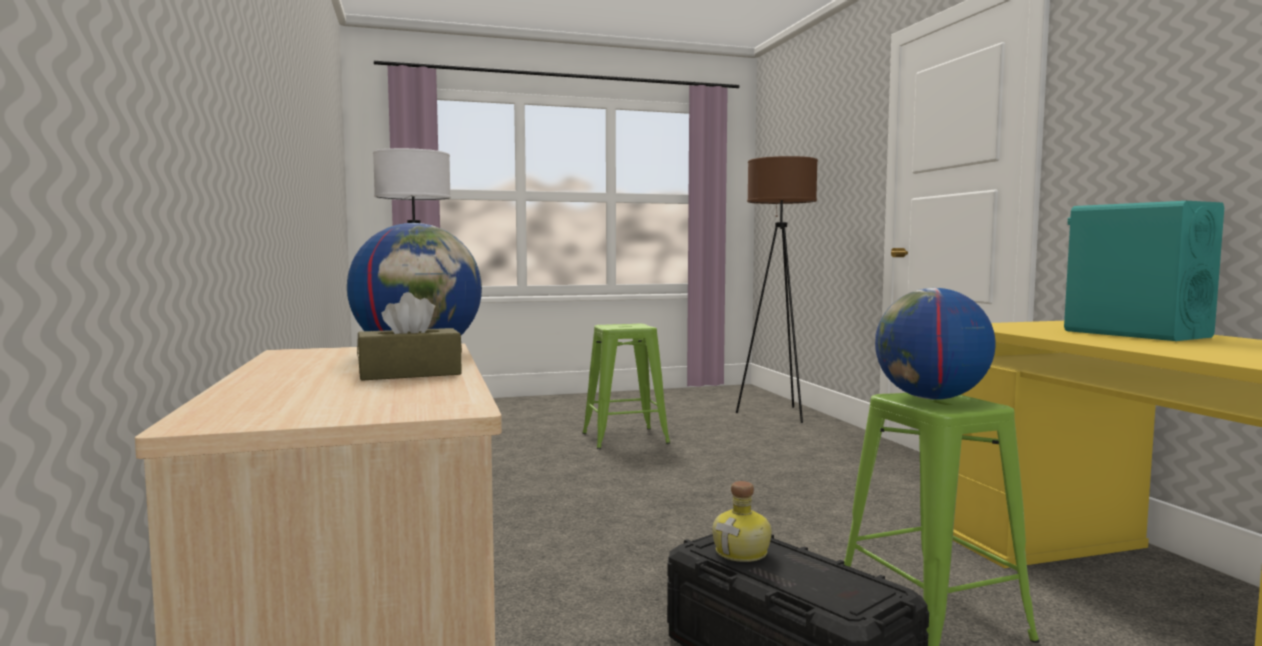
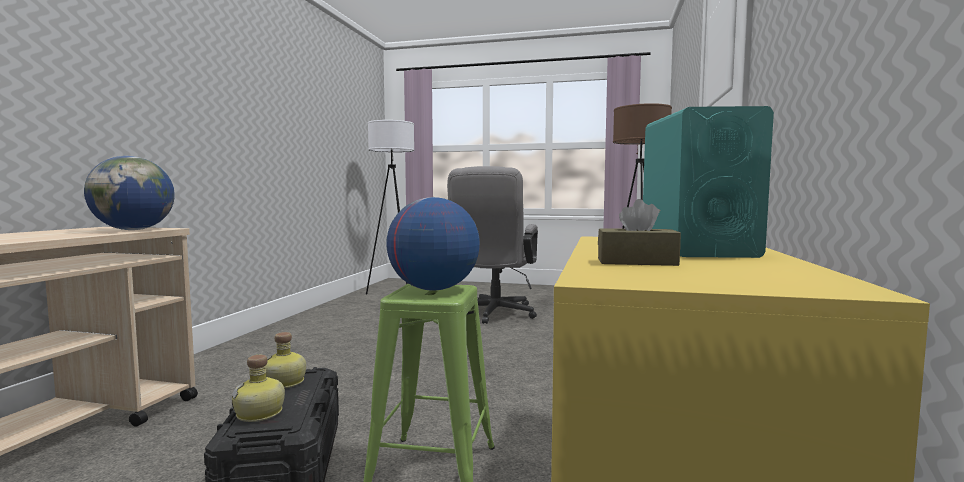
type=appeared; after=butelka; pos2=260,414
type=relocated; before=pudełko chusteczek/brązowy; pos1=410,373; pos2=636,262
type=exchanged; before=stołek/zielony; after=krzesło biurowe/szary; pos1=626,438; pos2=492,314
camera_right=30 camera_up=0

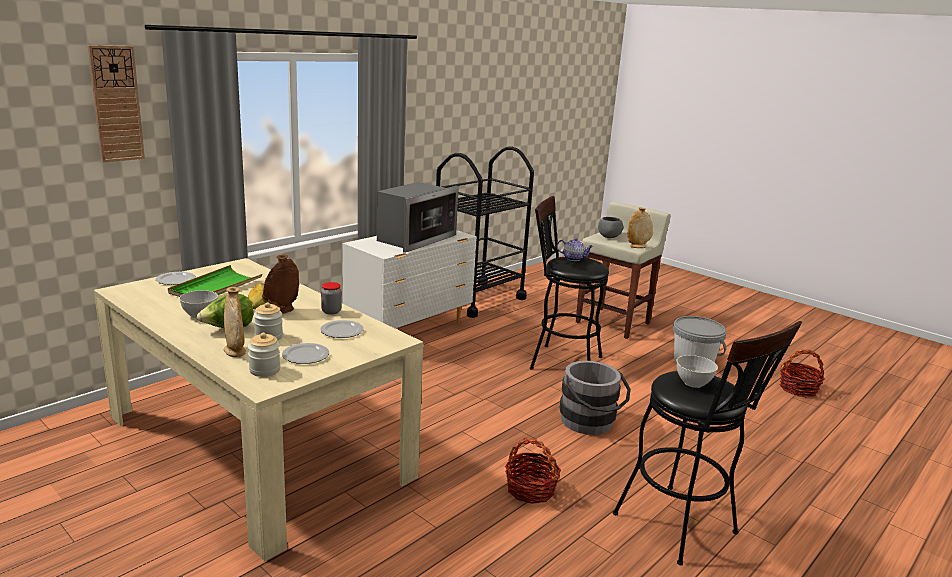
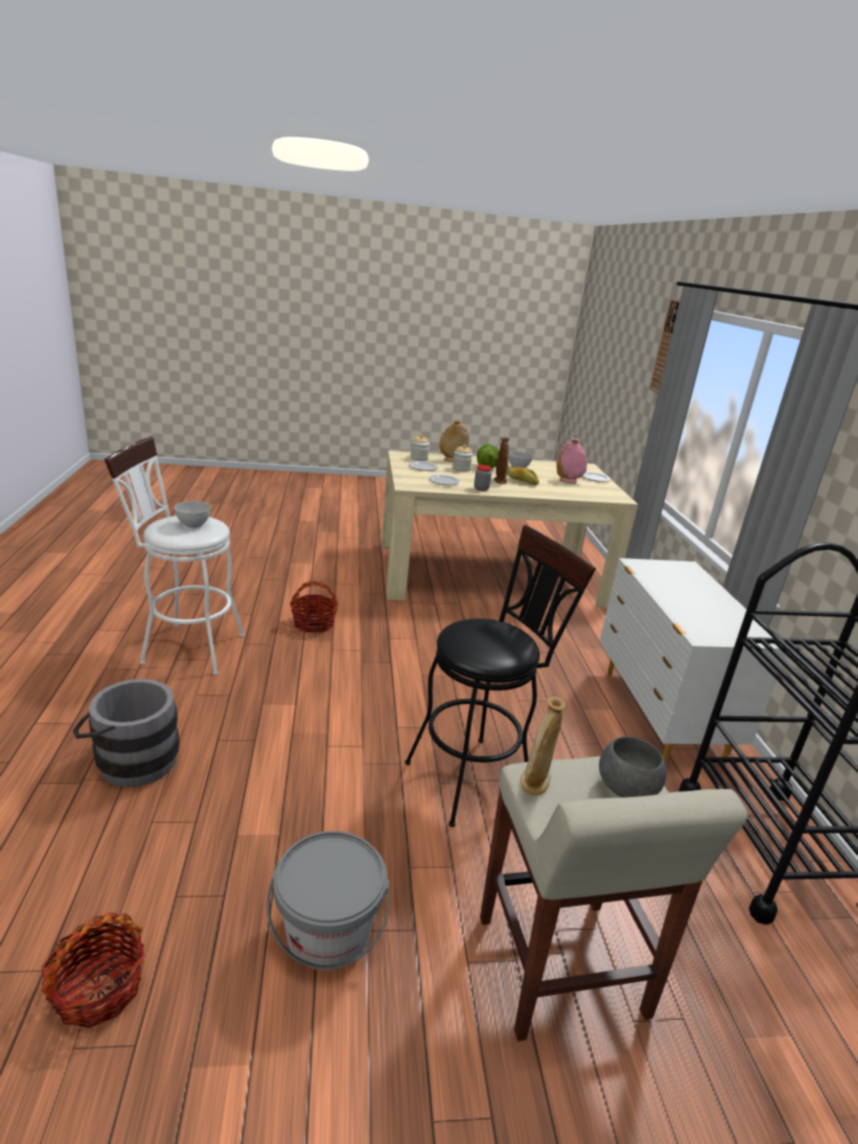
type=missing; before=mikrofalówka; pos1=414,239
type=missing; before=imbryk; pos1=573,258
type=relocated; before=wiadro/szary; pos1=590,423; pos2=131,760
type=exchanged; before=taca/zielony; after=wazon/różowy; pos1=215,287; pos2=568,481
type=colour; before=stołek/czarny; after=stołek/biały; pos1=683,529; pos2=185,647
camera_right=130 camera_up=5

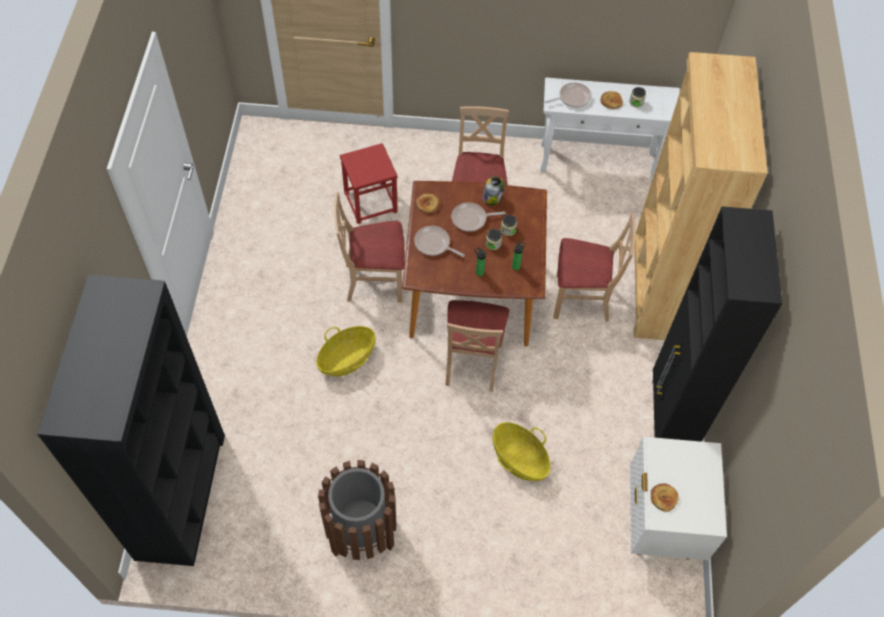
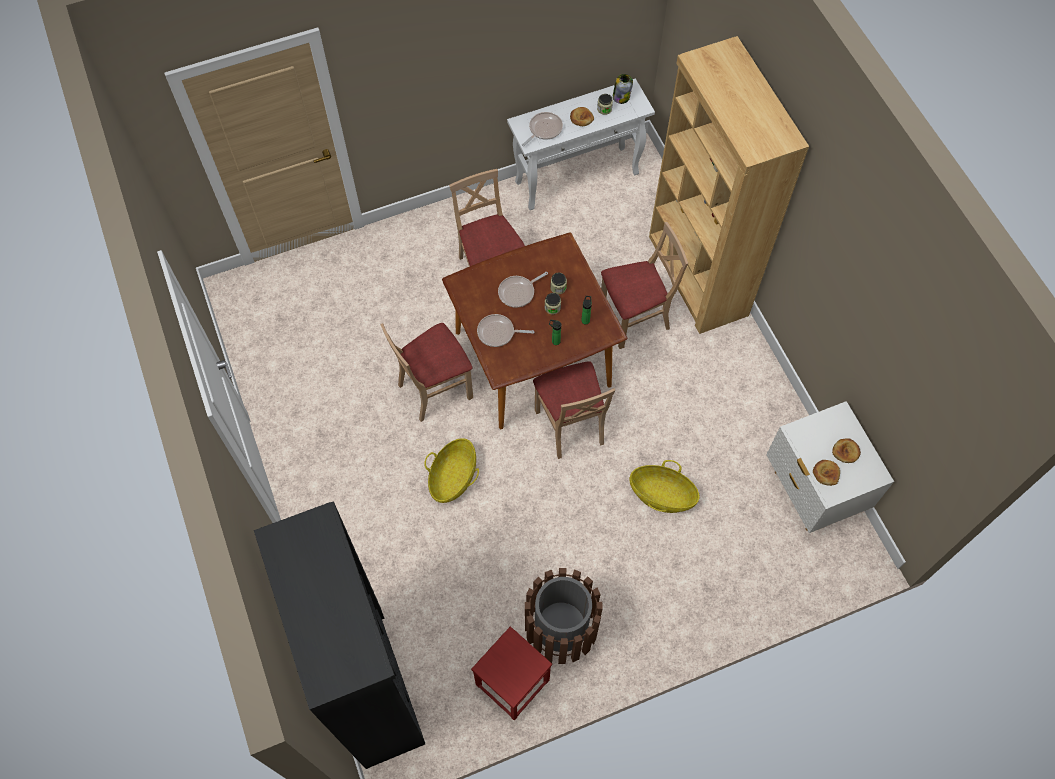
type=missing; before=szafka/czarny; pos1=669,419
type=relocated; before=stołek/czerwony; pos1=370,202; pos2=512,682
type=relocated; before=chleb; pos1=428,204; pos2=846,451
type=relocated; before=słoik; pos1=492,198; pos2=621,96
camera_right=-25 camera_up=5

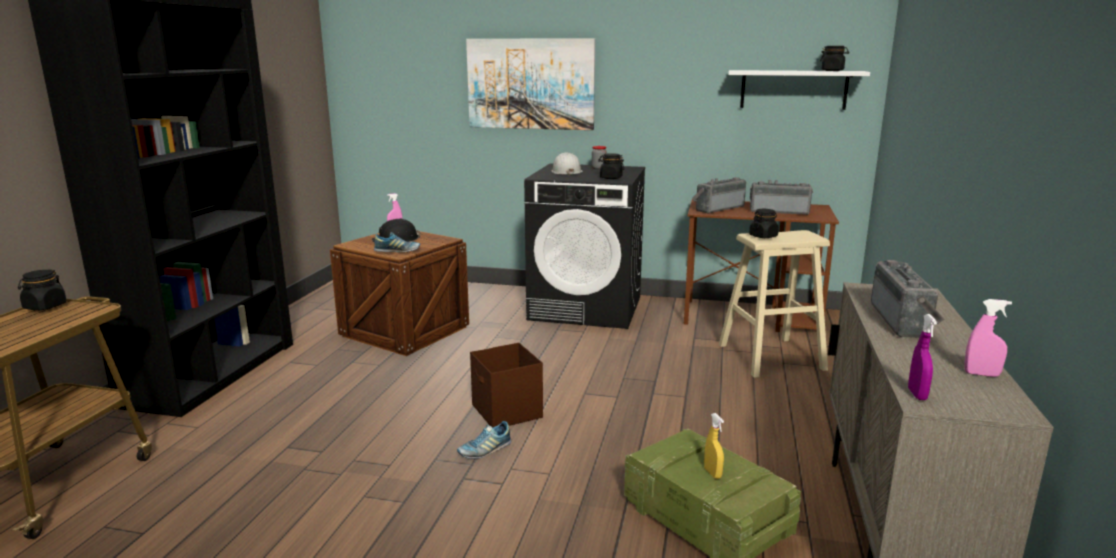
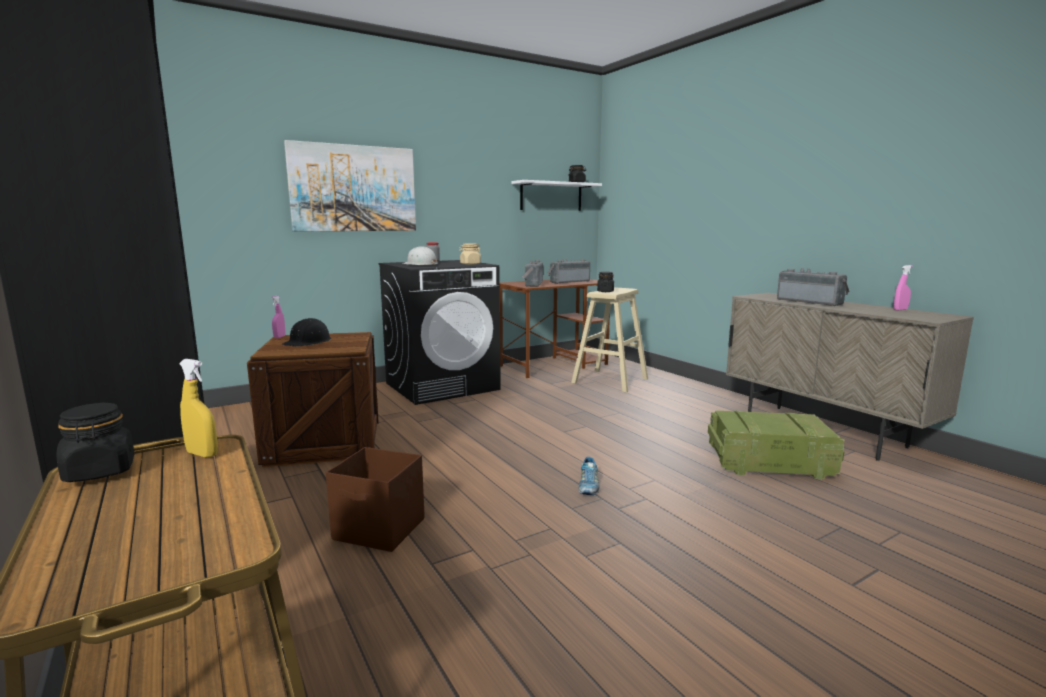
type=missing; before=but; pos1=397,251
type=missing; before=spryskiwacz/fioletowy; pos1=917,394
type=relocated; before=pojemnik do przechowywania/brązowy; pos1=506,412; pos2=380,530
type=relocated; before=spryskiwacz/żółty; pos1=712,473; pos2=202,454
type=colour; before=słoik/czarny; after=słoik/beżowy; pos1=611,178; pos2=470,264
camera_right=-45 camera_up=-5

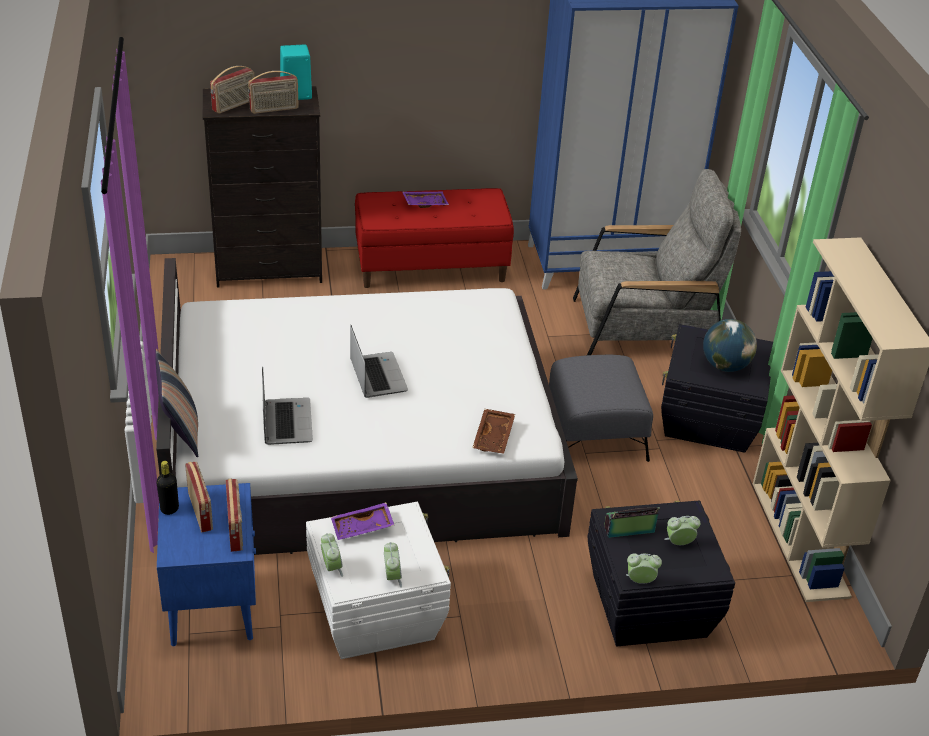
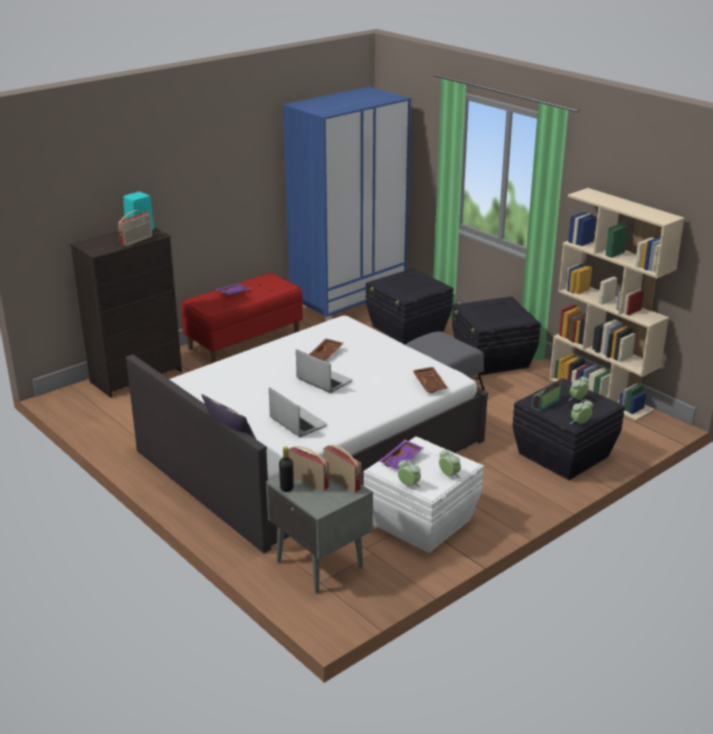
type=missing; before=radio; pos1=234,105
type=missing; before=globus; pos1=725,366
type=appeared; after=taca/brązowy; pos2=326,355
type=exchanged; before=fotel/szary; after=pojemnik do przechowywania/czarny; pos1=645,328; pos2=408,329
type=colour; before=szafka nocna/niebieski; after=szafka nocna/szary; pos1=213,608; pos2=319,563
camera_right=-30 camera_up=-10

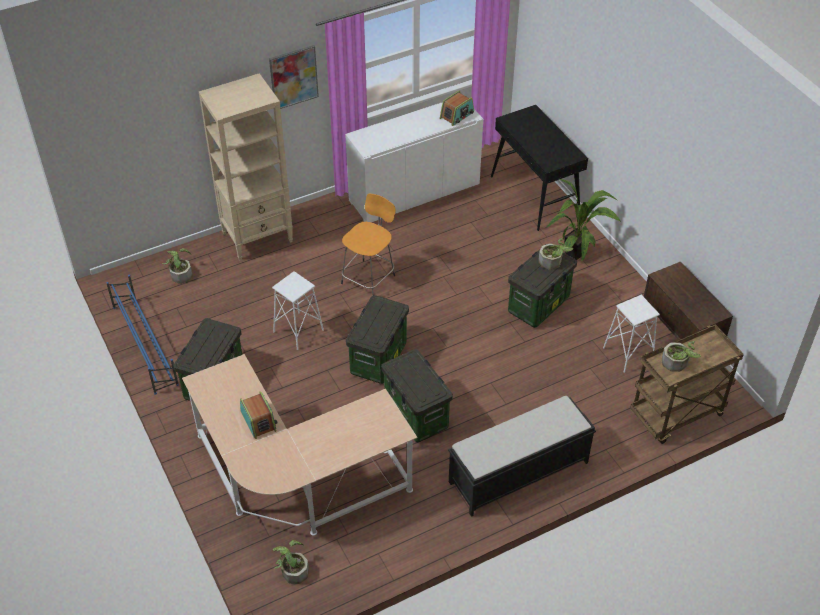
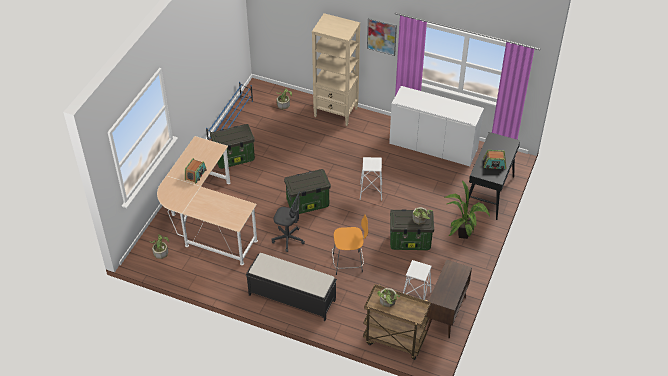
type=relocated; before=stołek/biały; pos1=298,331; pos2=371,192
type=relocated; before=stołek/pomarańczowy; pos1=369,278; pos2=349,263
type=relocated; before=radio; pos1=457,115; pos2=494,164
type=exchanged; before=pojemnik do przechowywania; after=krzesło biurowe/szary; pos1=417,415; pos2=288,239
camera_right=50 camera_up=0

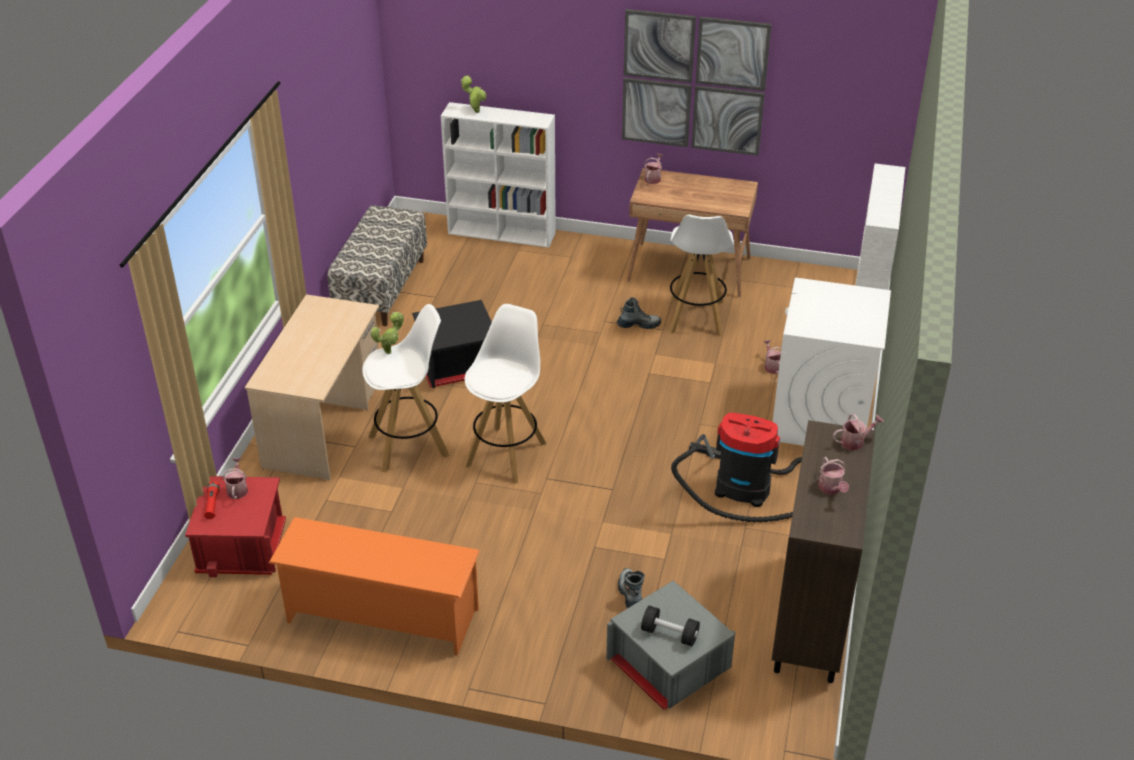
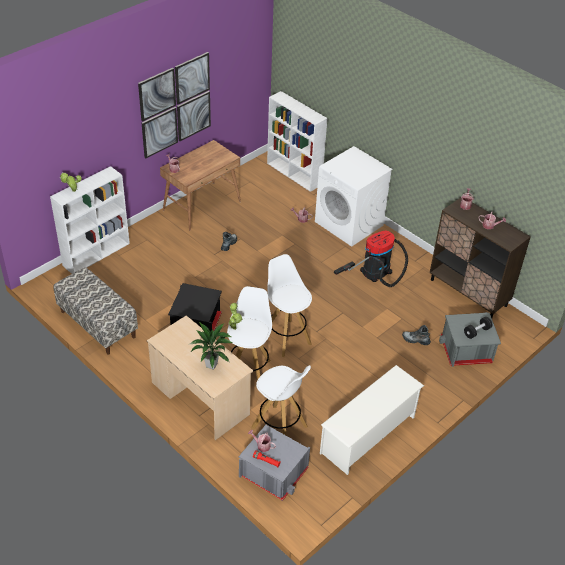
type=appeared; after=roślina doniczkowa; pos2=212,366
type=relocated; before=stołek/biały; pos1=696,317; pos2=280,427
type=colour; before=pojemnik do przechowywania/czerwony; after=pojemnik do przechowywania/szary; pos1=243,545; pos2=273,472
type=colour; before=regał na buty/pomarańczowy; after=regał na buty/biały; pos1=381,616; pos2=368,435
camera_right=-60 camera_up=5

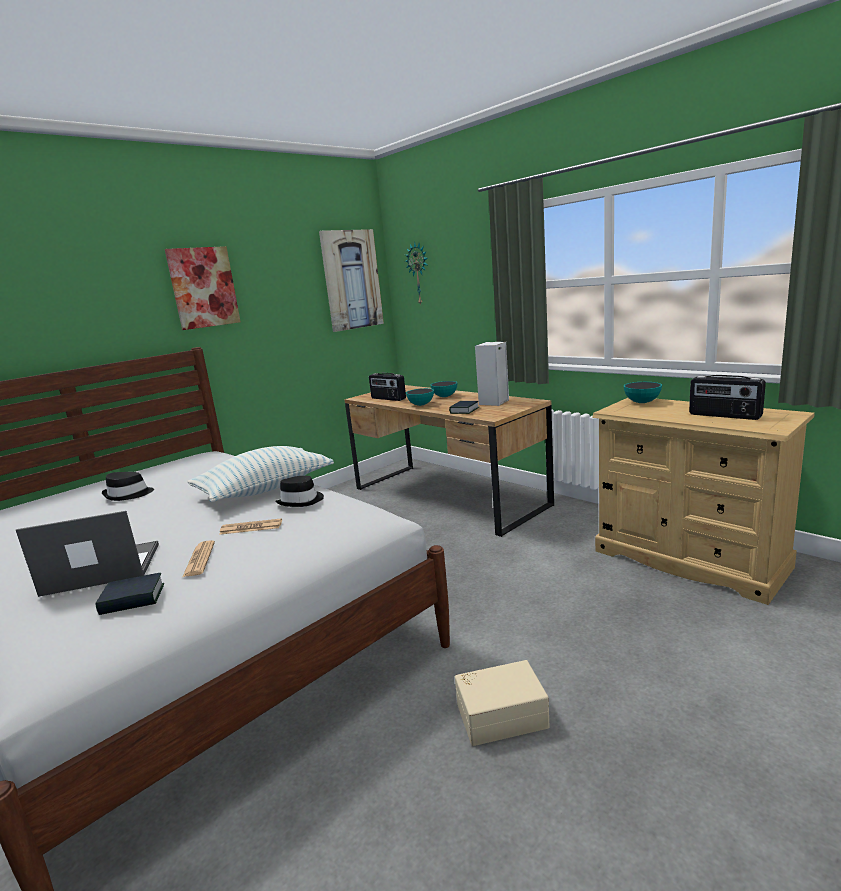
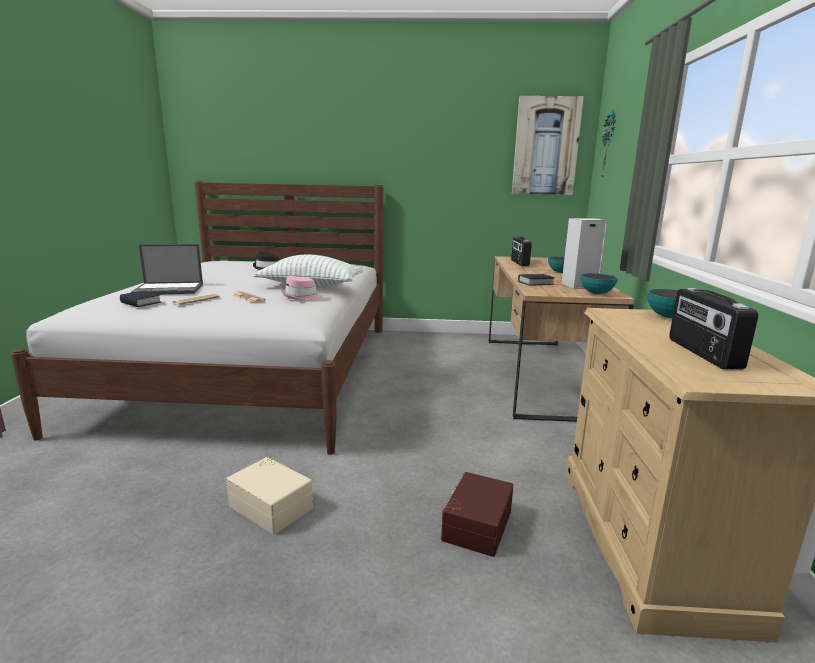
type=missing; before=obraz; pos1=203,287
type=appeared; after=pojemnik do przechowywania/brązowy; pos2=475,525
type=relocated; before=miska; pos1=421,405; pos2=596,293
type=colour; before=kapelusz/czarny; after=kapelusz/różowy; pos1=301,501; pos2=301,297
type=spun; before=laptop; pos1=101,569; pos2=170,289; turn=135
camera_right=45 camera_up=0

